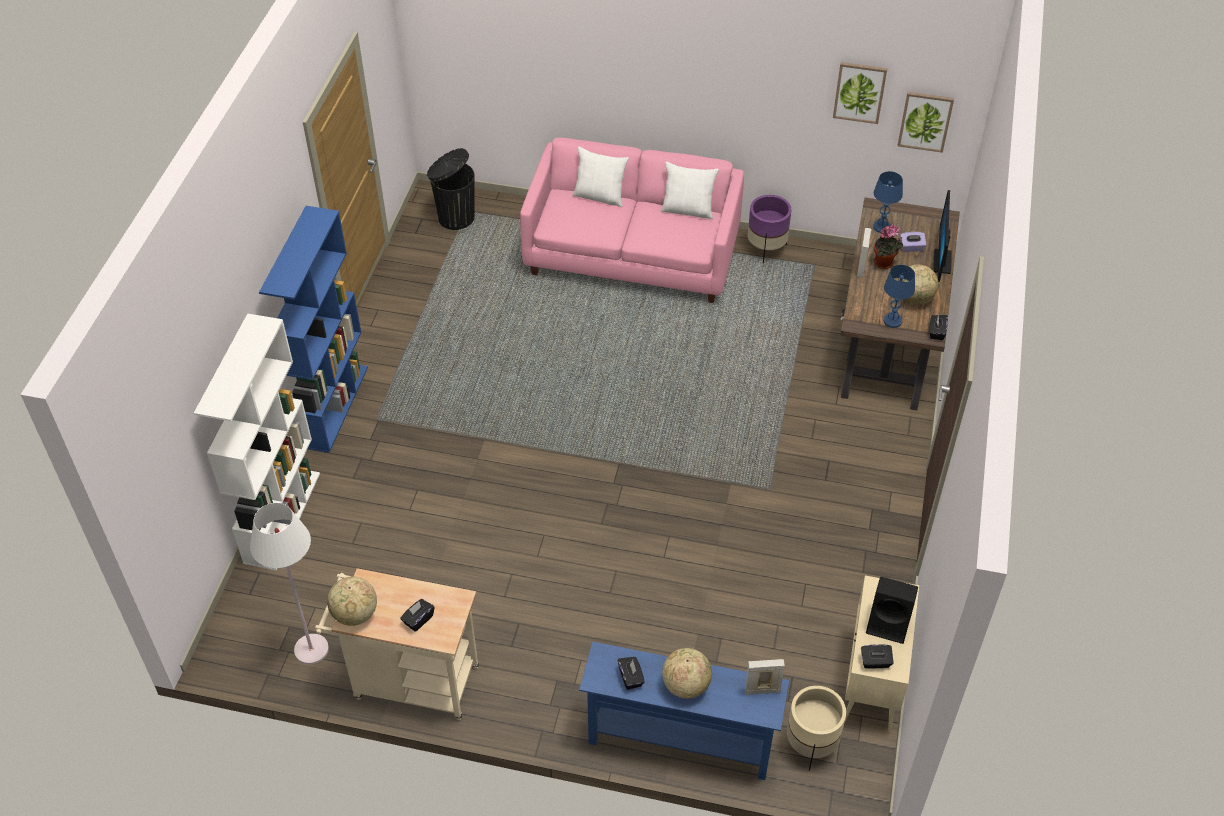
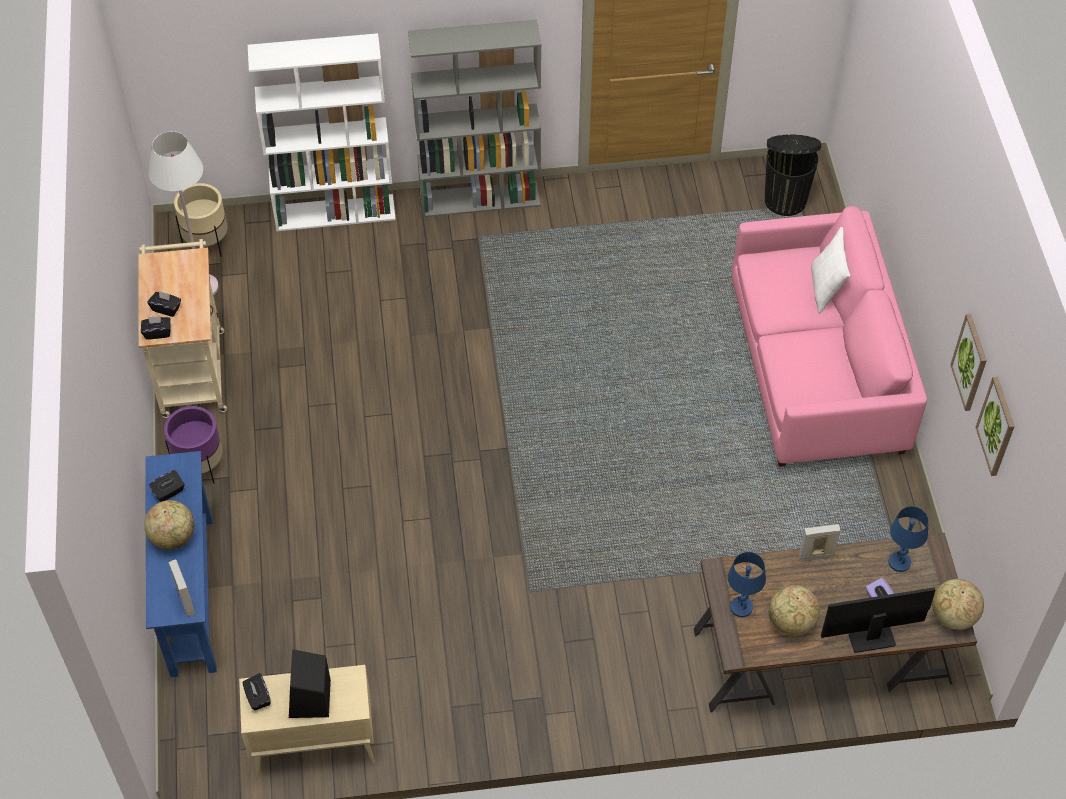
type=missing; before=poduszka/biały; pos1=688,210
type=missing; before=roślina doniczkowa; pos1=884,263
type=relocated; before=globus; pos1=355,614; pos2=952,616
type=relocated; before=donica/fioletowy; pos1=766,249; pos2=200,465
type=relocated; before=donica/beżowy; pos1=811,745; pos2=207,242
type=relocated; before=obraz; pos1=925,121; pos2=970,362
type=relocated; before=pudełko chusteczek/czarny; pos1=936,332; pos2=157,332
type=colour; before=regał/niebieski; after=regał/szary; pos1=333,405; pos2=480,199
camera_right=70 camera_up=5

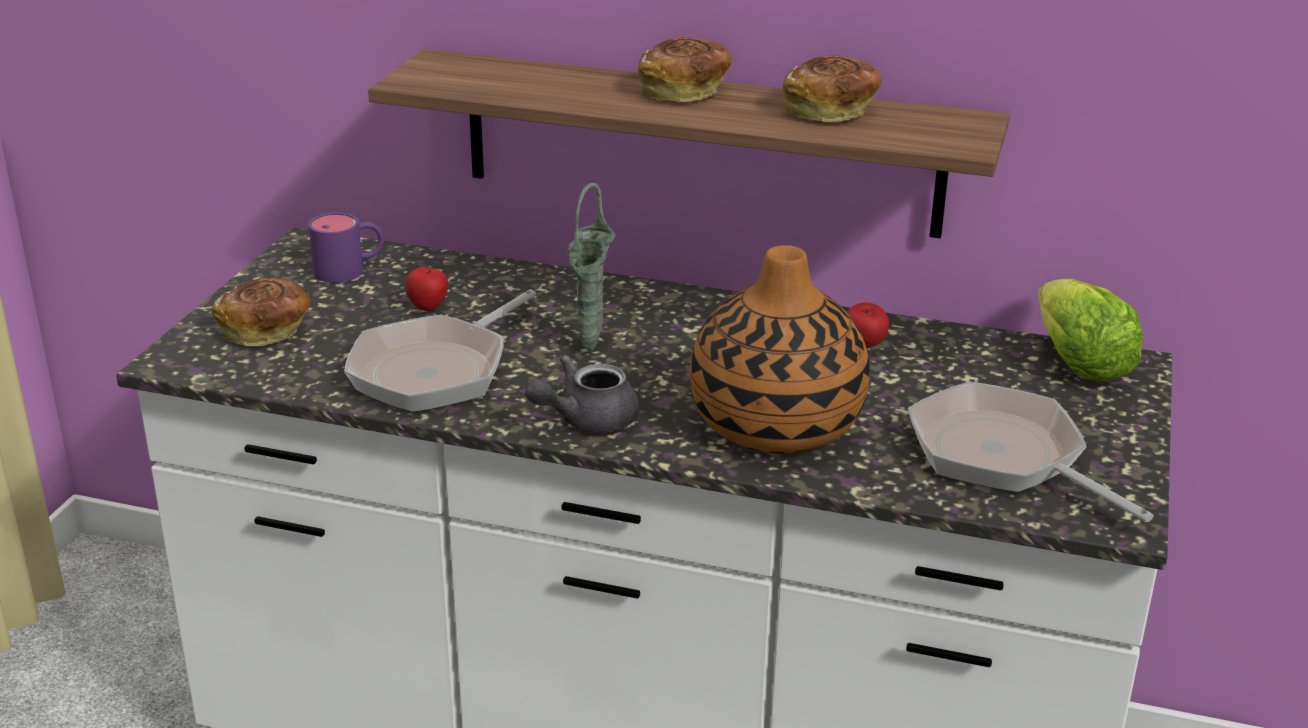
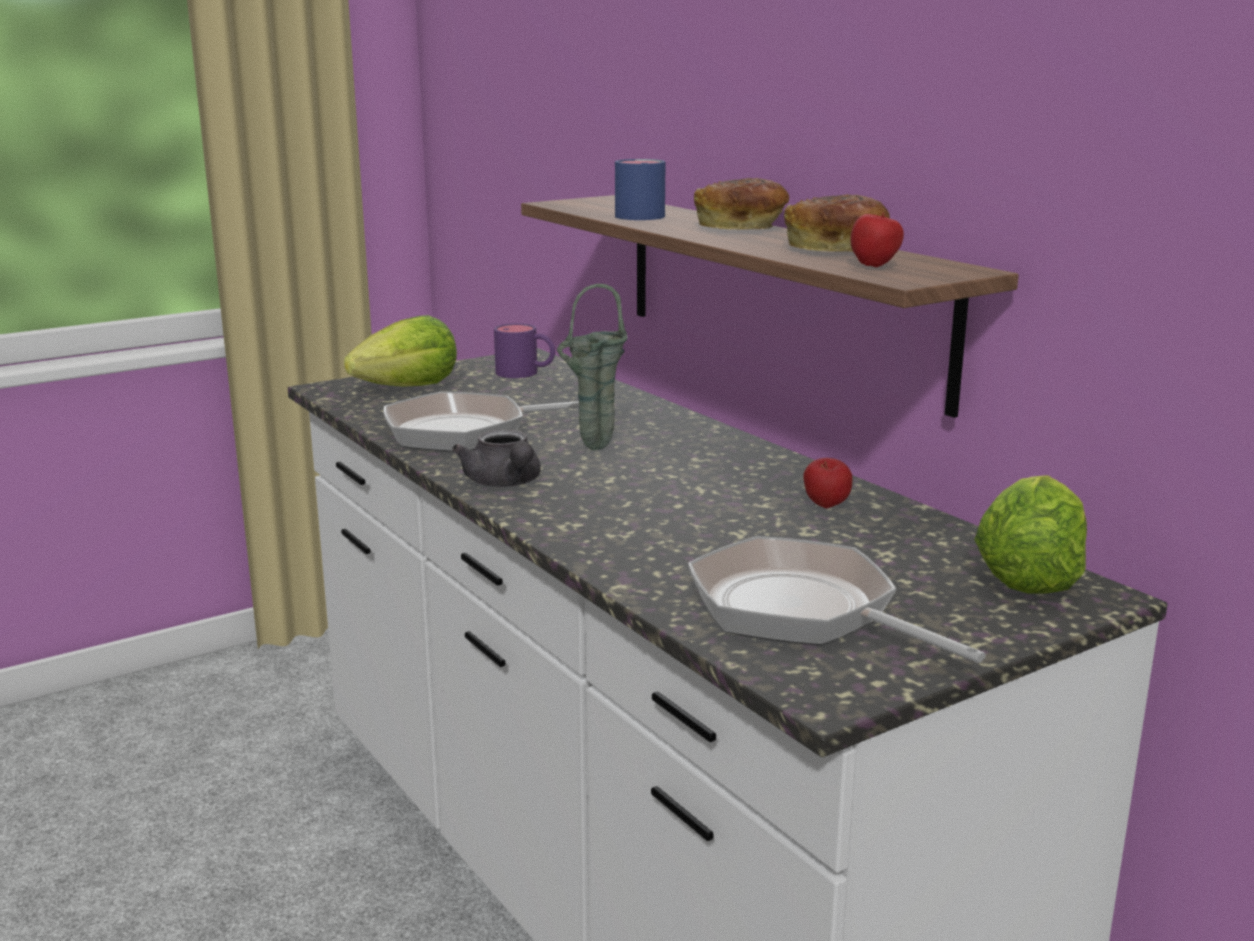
type=missing; before=wazon; pos1=775,424
type=appeared; after=kubek/niebieski; pos2=639,214
type=relocated; before=jabłko; pos1=428,308; pos2=875,267
type=exchanged; before=chleb; after=sałata; pos1=266,331; pos2=409,388
type=spun; before=imbryk/szary; pos1=586,420; pos2=505,483; turn=-120
type=spun; before=patelnia; pos1=1004,457; pos2=802,612; turn=-45
camera_right=40 camera_up=-10

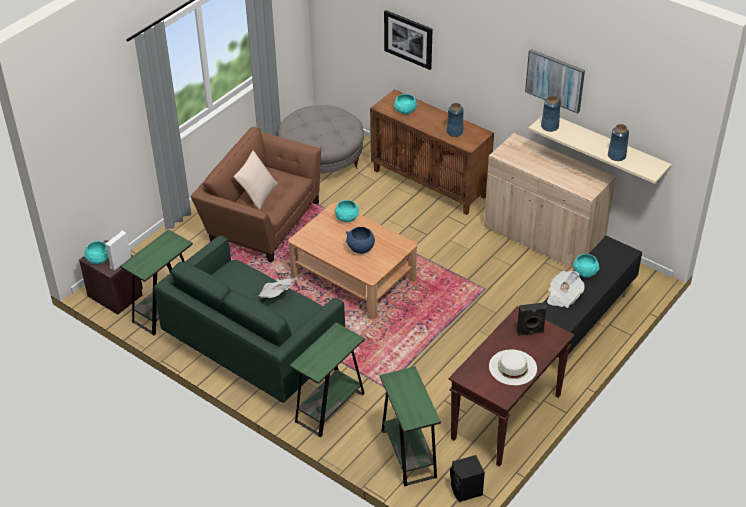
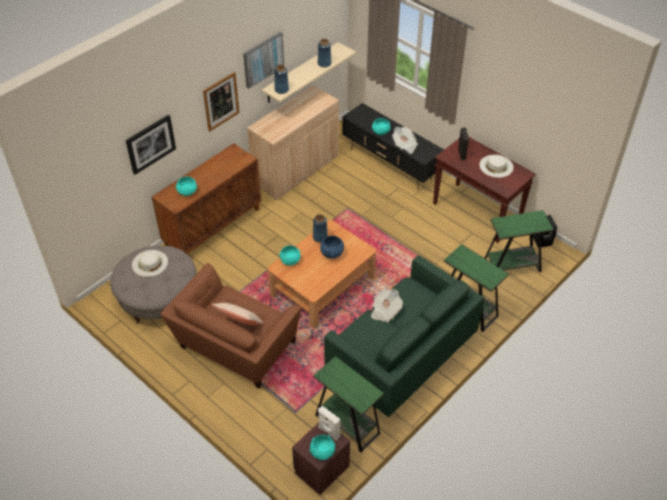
type=appeared; after=kapelusz/biały; pos2=150,263
type=appeared; after=obraz; pos2=221,101
type=relocated; before=wazon/niebieski; pos1=454,132; pos2=320,237
camera_right=-85 camera_up=5

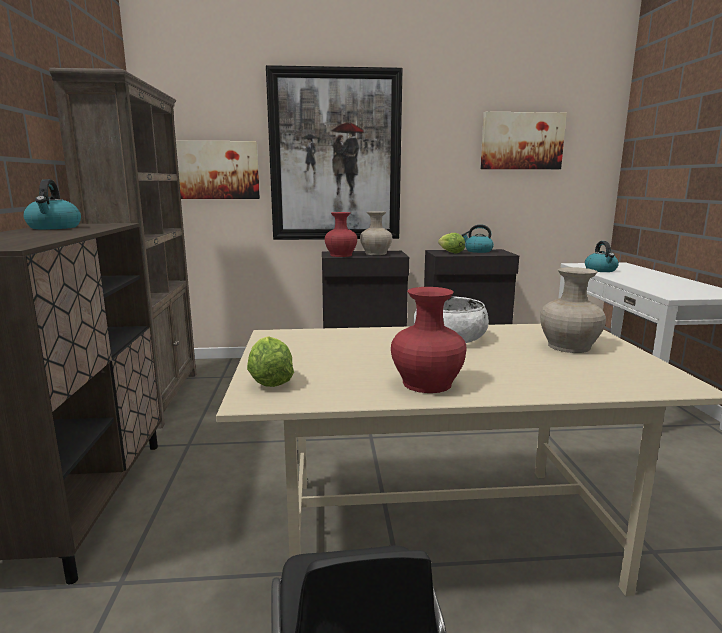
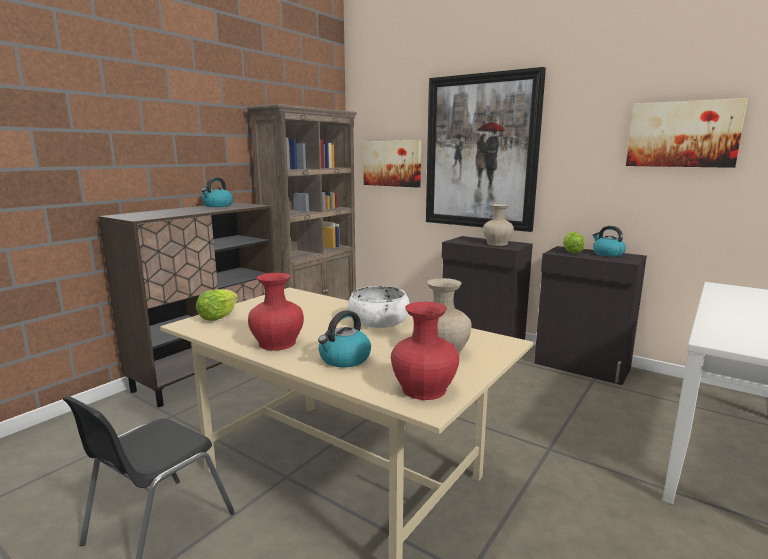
type=relocated; before=wazon/czerwony; pos1=340,255; pos2=423,389
type=relocated; before=czajnik; pos1=601,270; pos2=344,359
camera_right=40 camera_up=0

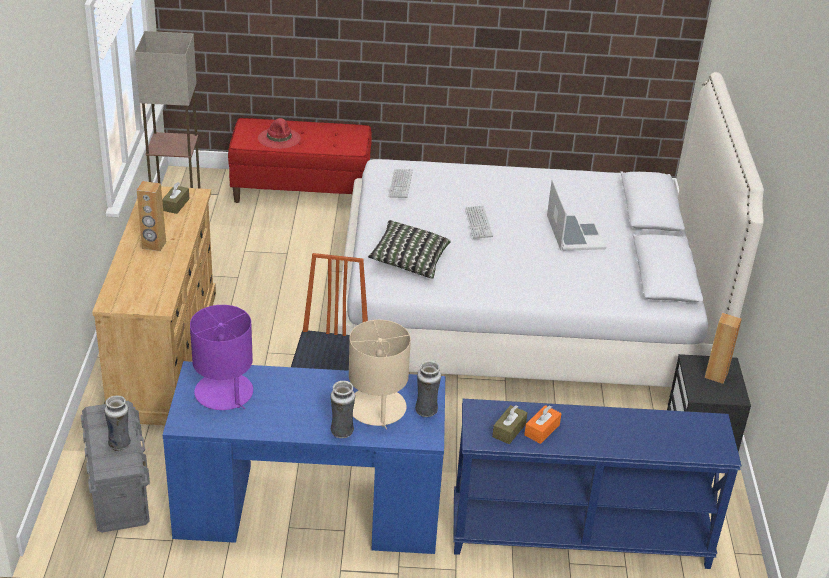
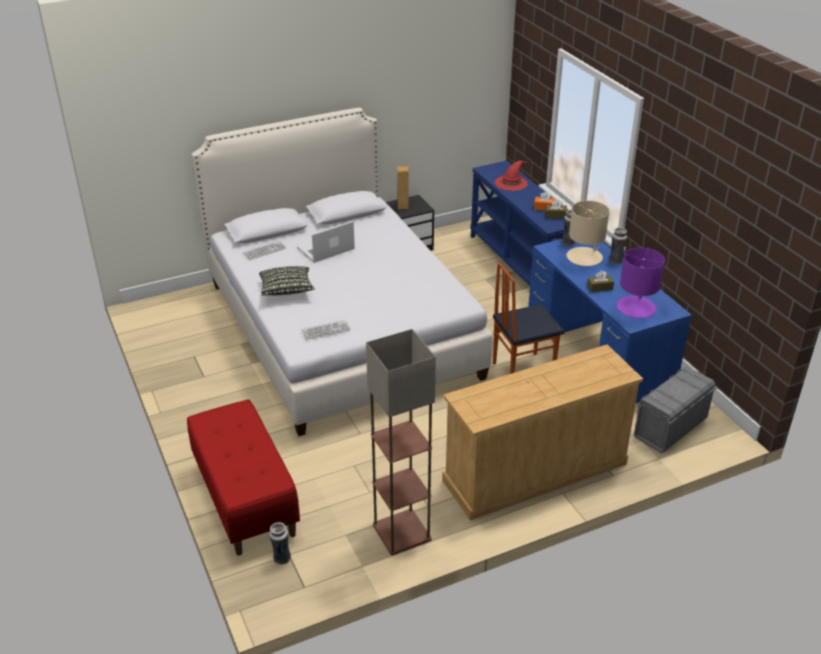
type=missing; before=głośnik/brązowy; pos1=154,245
type=relocated; before=wazon; pos1=120,444; pos2=281,558
type=relocated; before=pudełko chusteczek/brązowy; pos1=176,205; pos2=599,288
type=relocated; before=kapelusz/czerwony; pos1=279,138; pos2=511,182
type=relocated; before=poduszka; pos1=409,261; pos2=286,290
type=relocated; before=klawiatura; pos1=478,223; pos2=264,251
camera_right=-115 camera_up=0

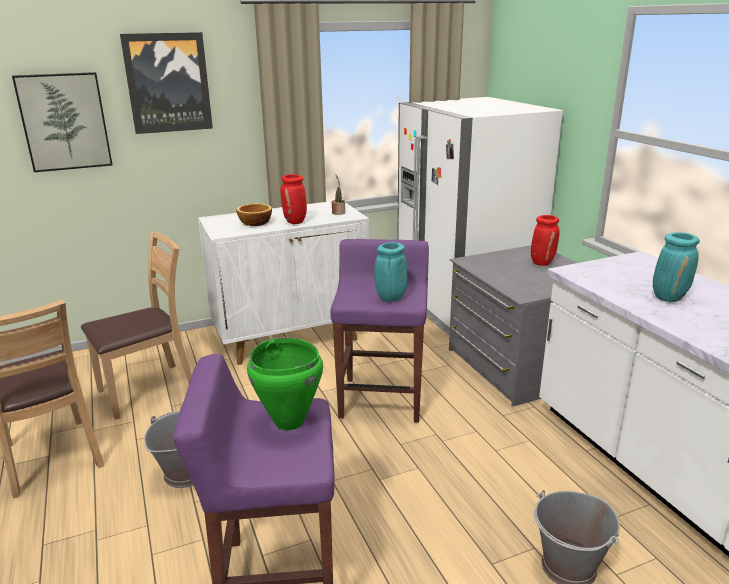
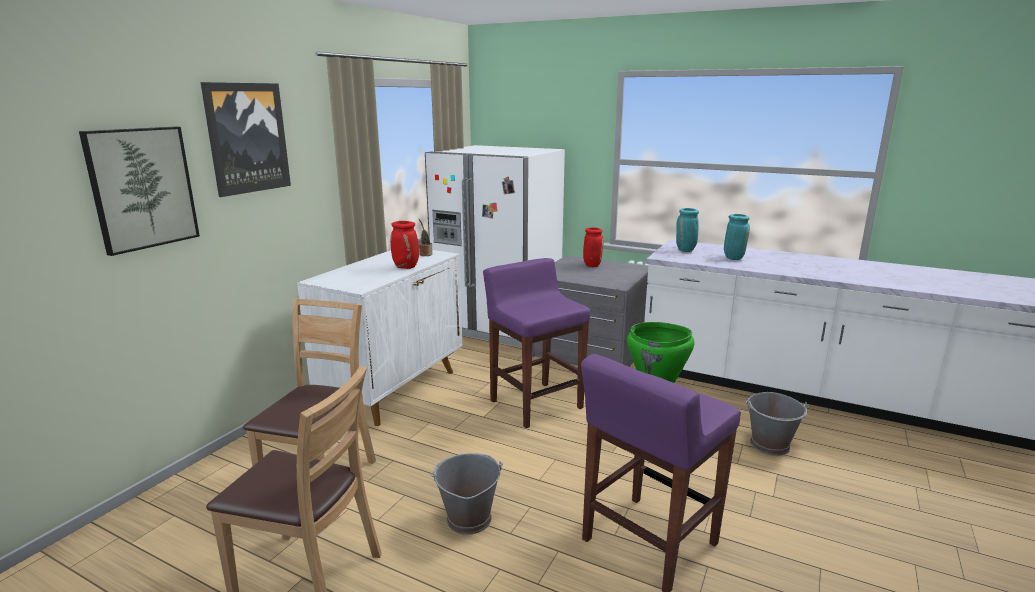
type=missing; before=miska; pos1=254,223
type=relocated; before=wazon/turkusowy; pos1=391,298; pos2=686,250
camera_right=-40 camera_up=-5

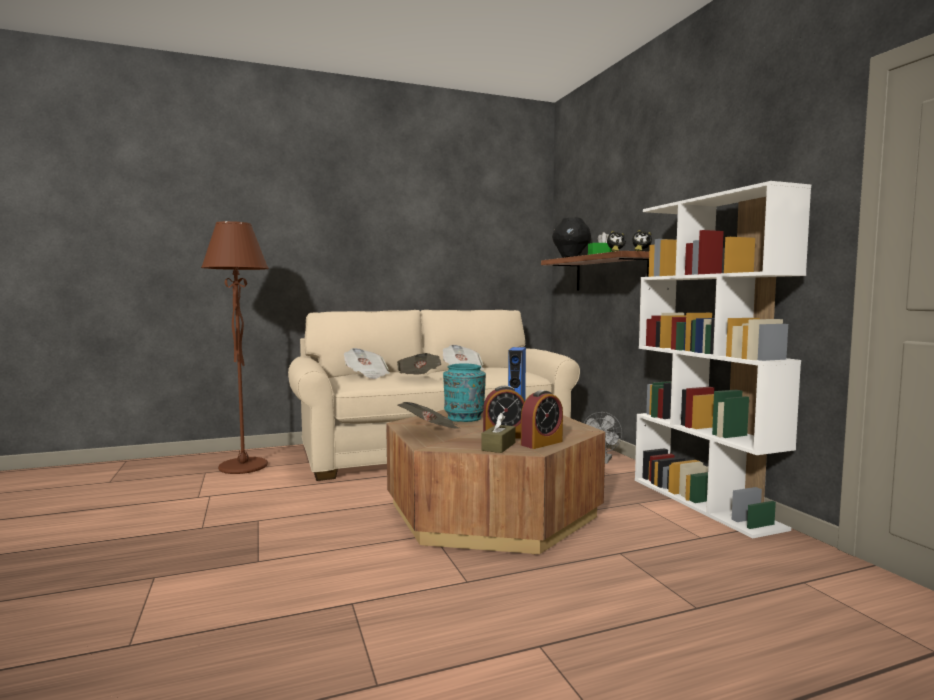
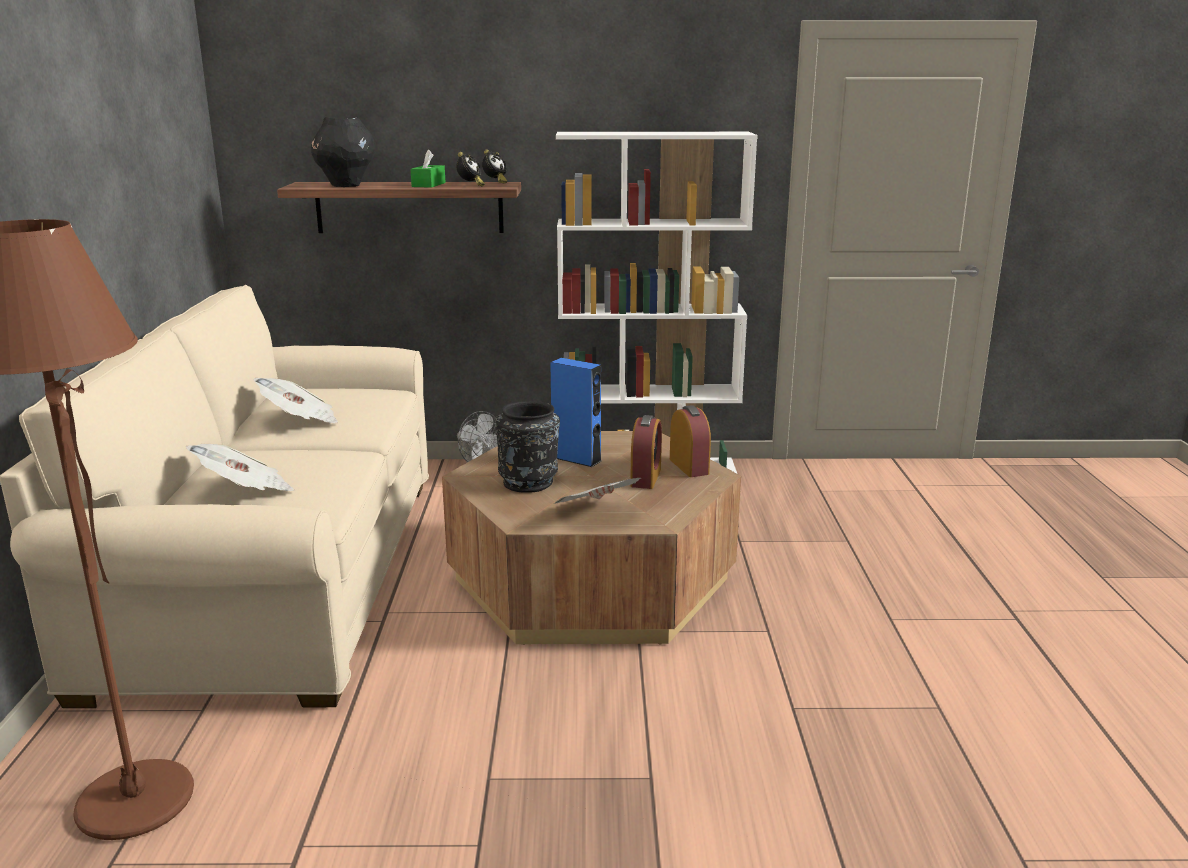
type=missing; before=gazeta; pos1=419,377
type=missing; before=pudełko chusteczek/brązowy; pos1=498,446
type=colour; before=wazon/turkusowy; after=wazon/czarny; pos1=464,418; pos2=529,482
camera_right=-70 camera_up=15

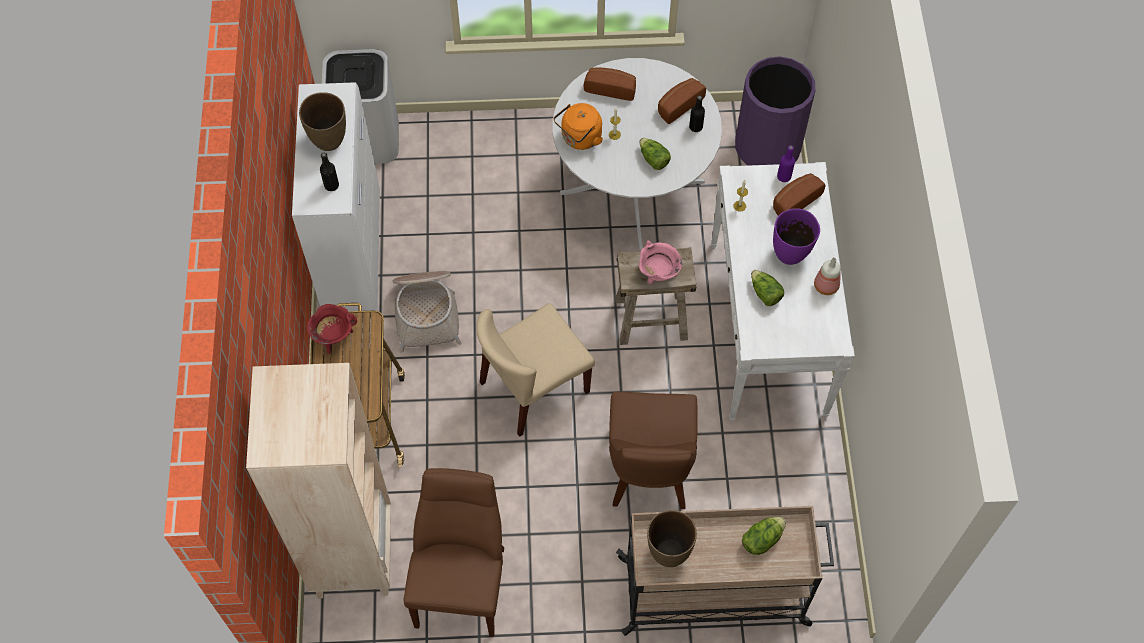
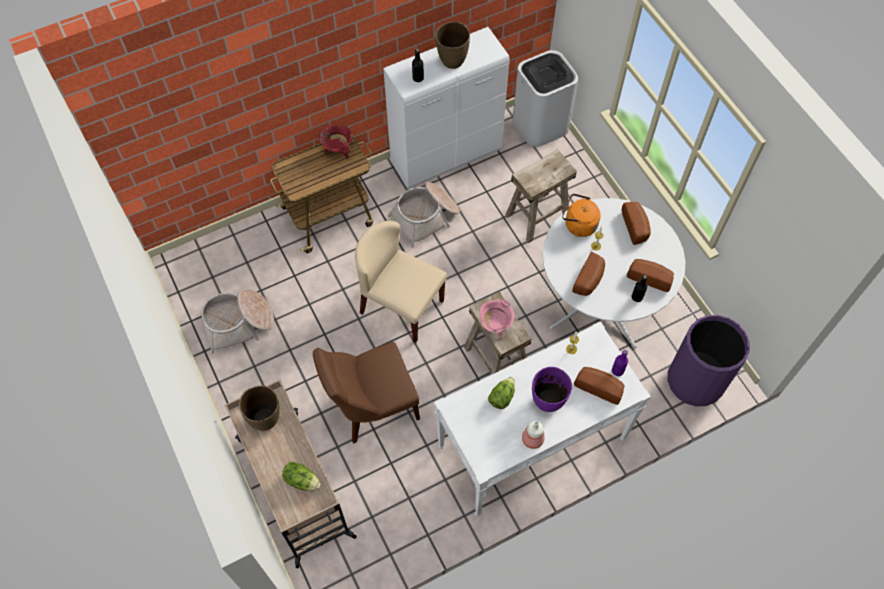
type=missing; before=regał/beżowy; pos1=353,555
type=appeared; after=stołek/beżowy; pos2=537,216
type=exchanged; before=krzesło/brązowy; after=koszyk; pos1=462,581; pos2=238,324
type=exchanged; before=sałata; after=chleb; pos1=653,159; pos2=589,280
camera_right=65 camera_up=0

